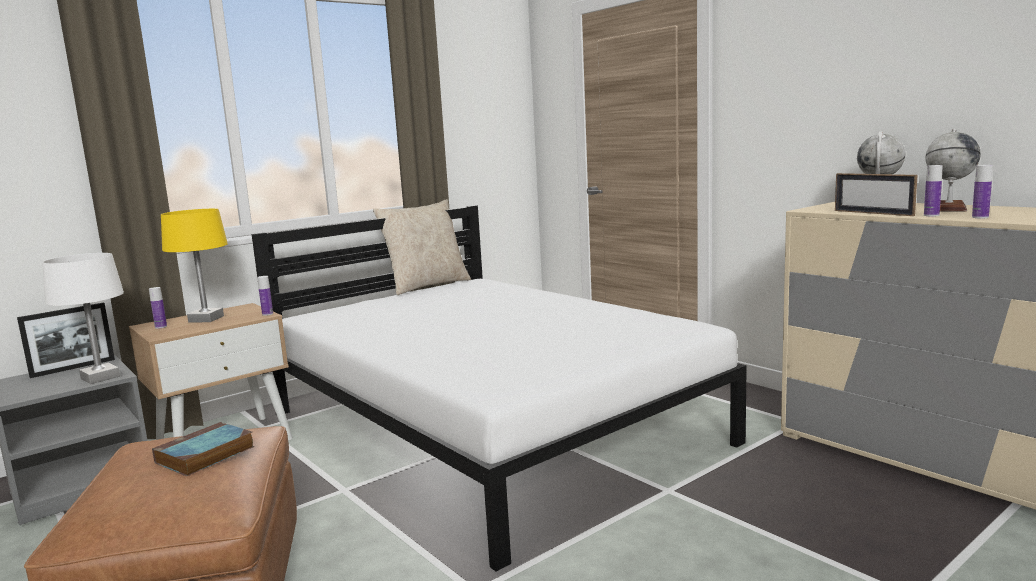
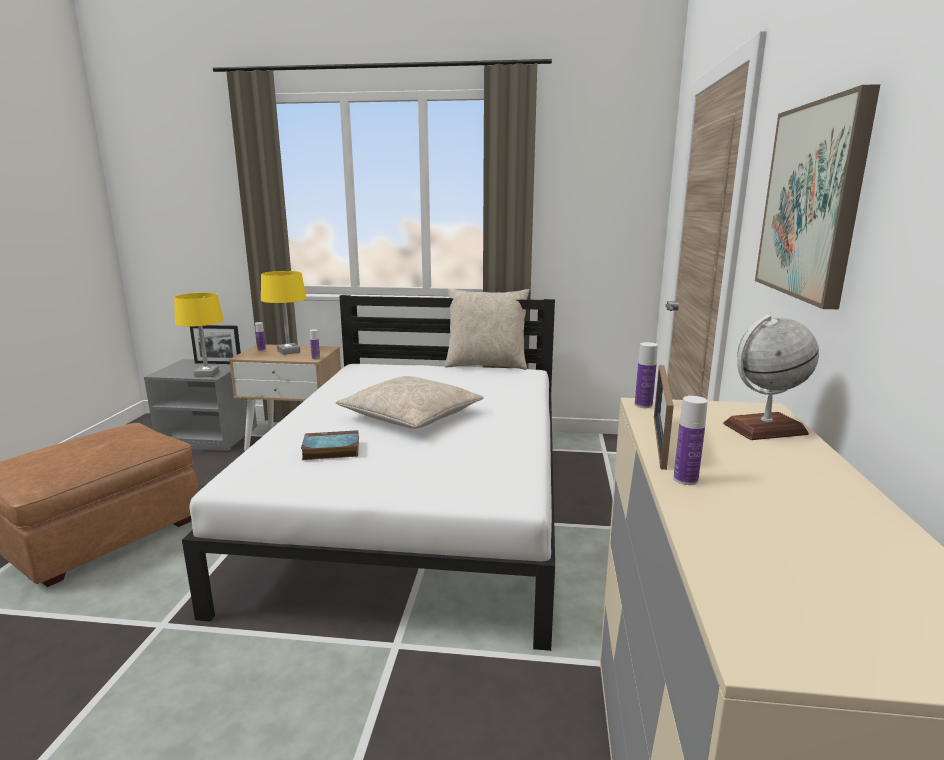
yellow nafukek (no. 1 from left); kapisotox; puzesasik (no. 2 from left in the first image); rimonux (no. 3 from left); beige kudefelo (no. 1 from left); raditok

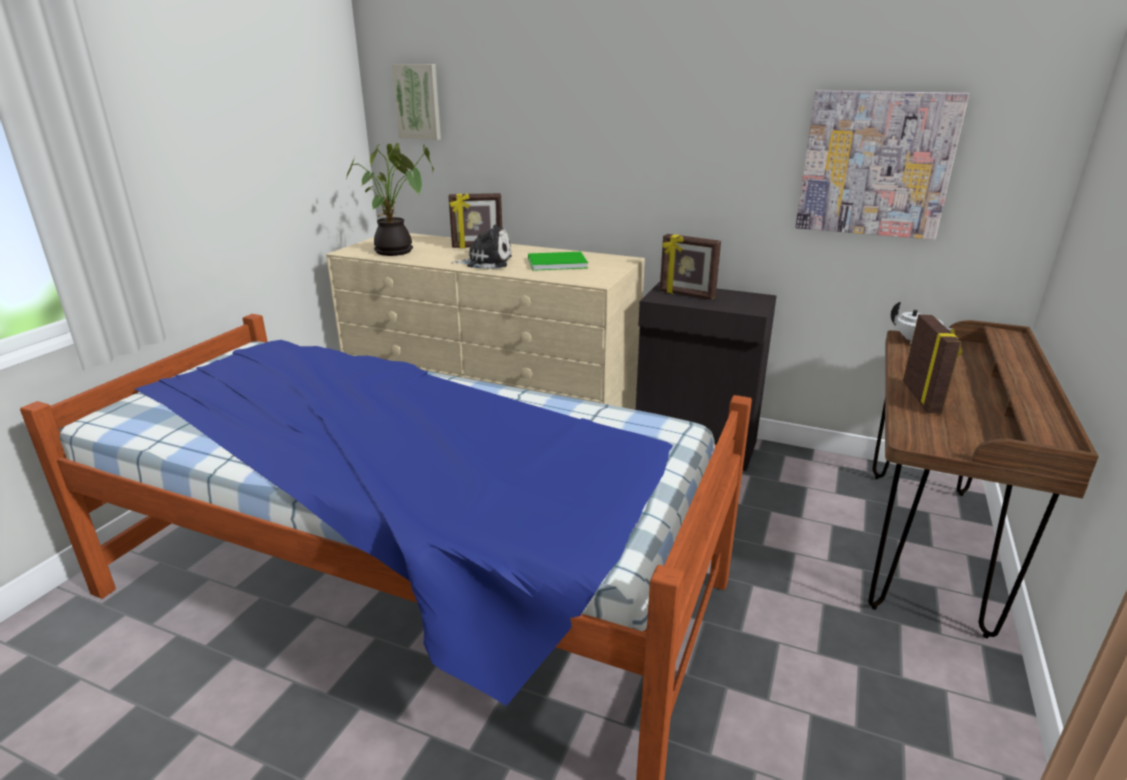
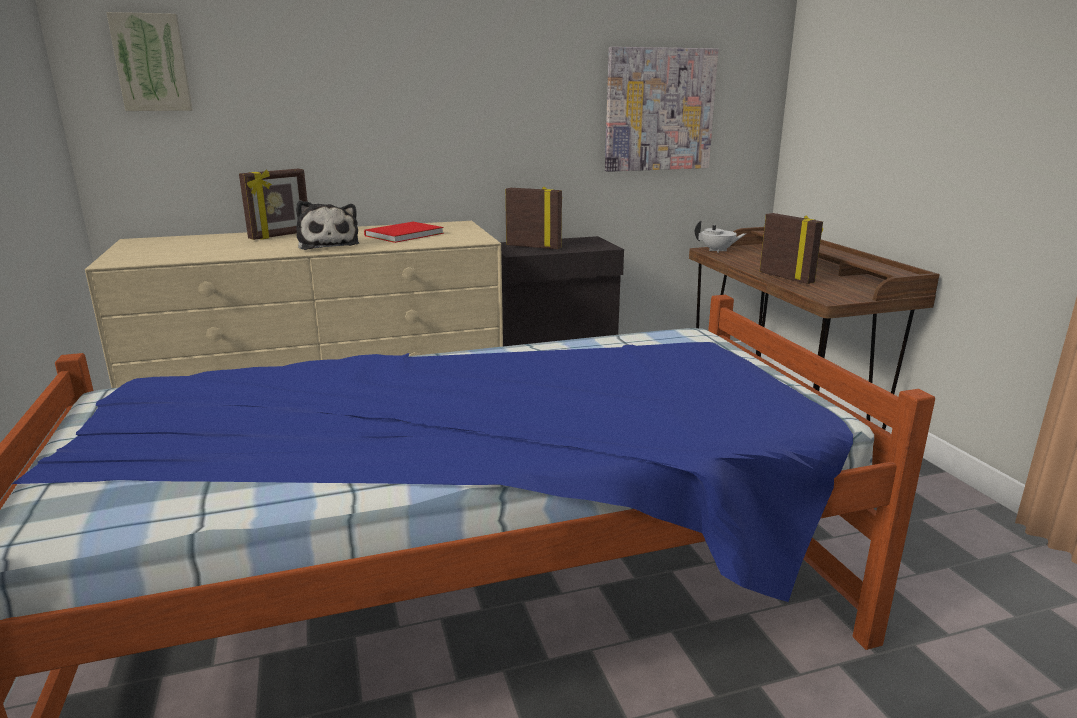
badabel; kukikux; red kapisotox; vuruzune (no. 2 from left)

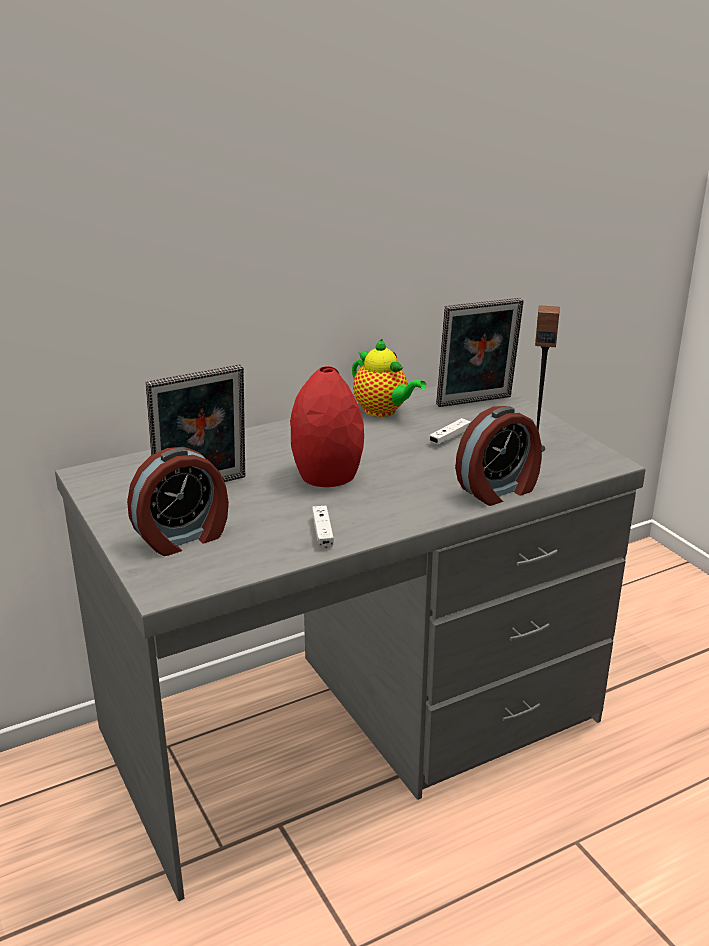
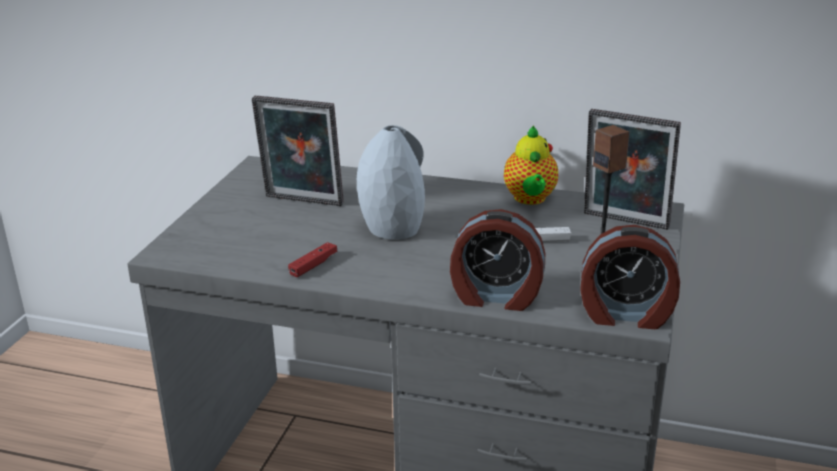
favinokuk (no. 2 from left); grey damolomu; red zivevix

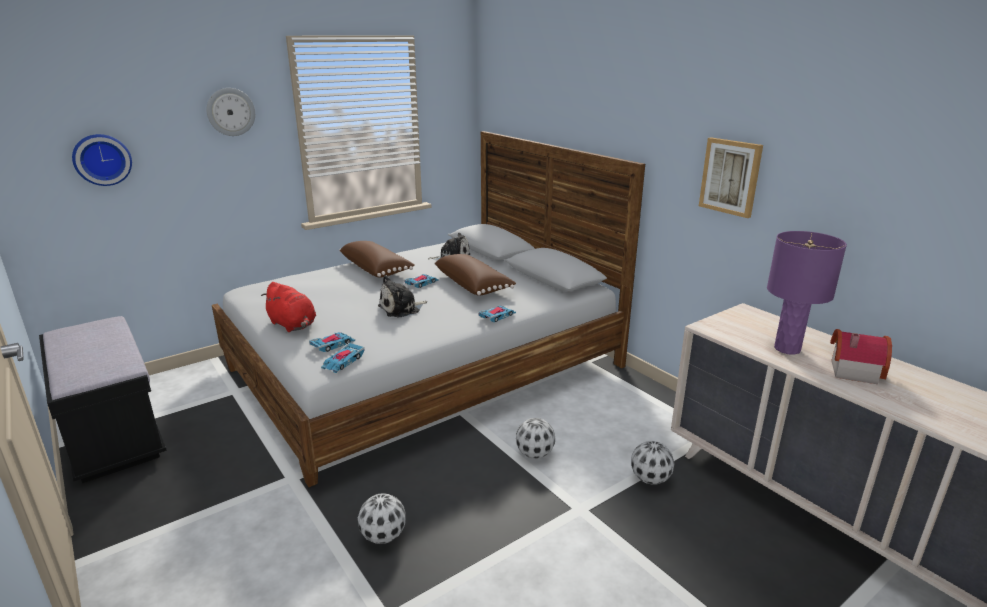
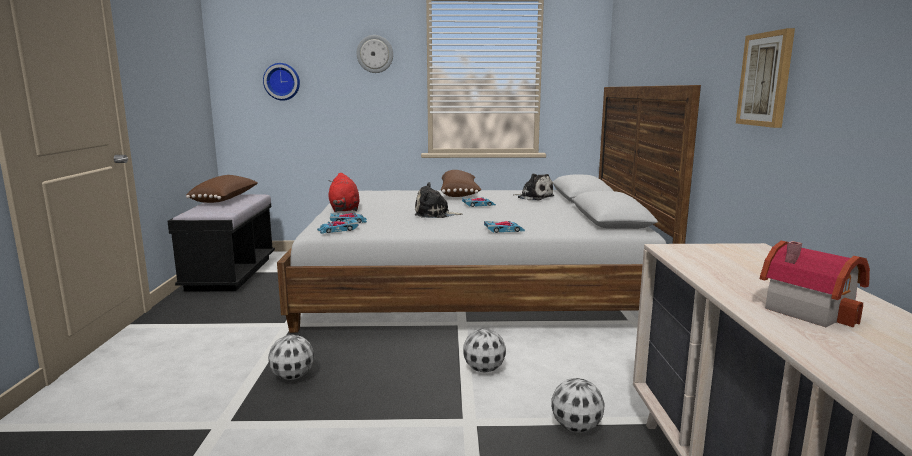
brown kudefelo (no. 1 from left); purple nafukek

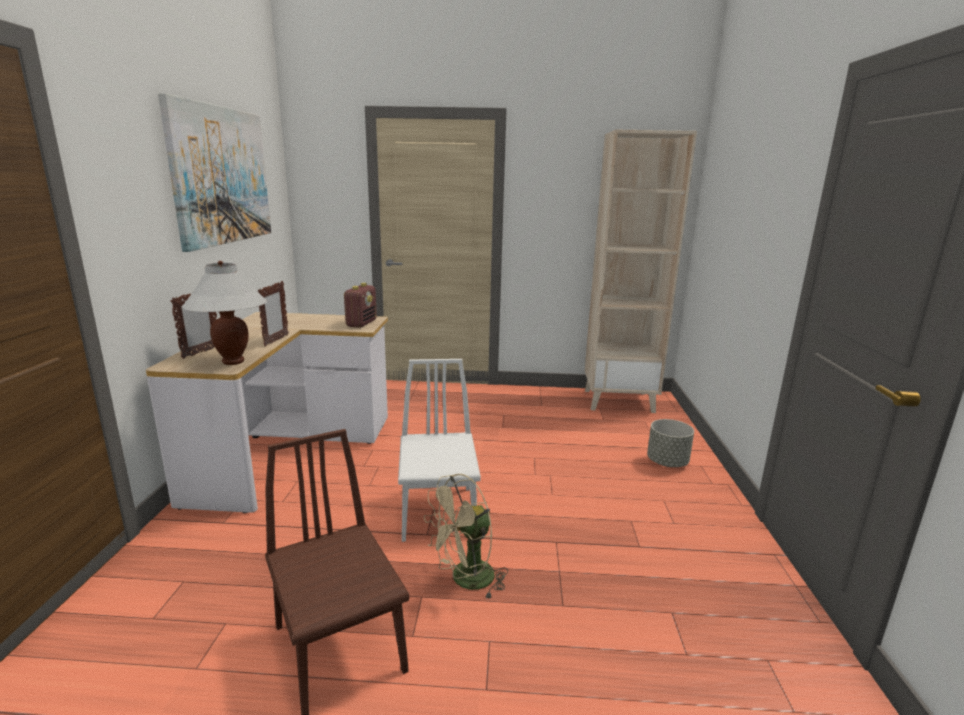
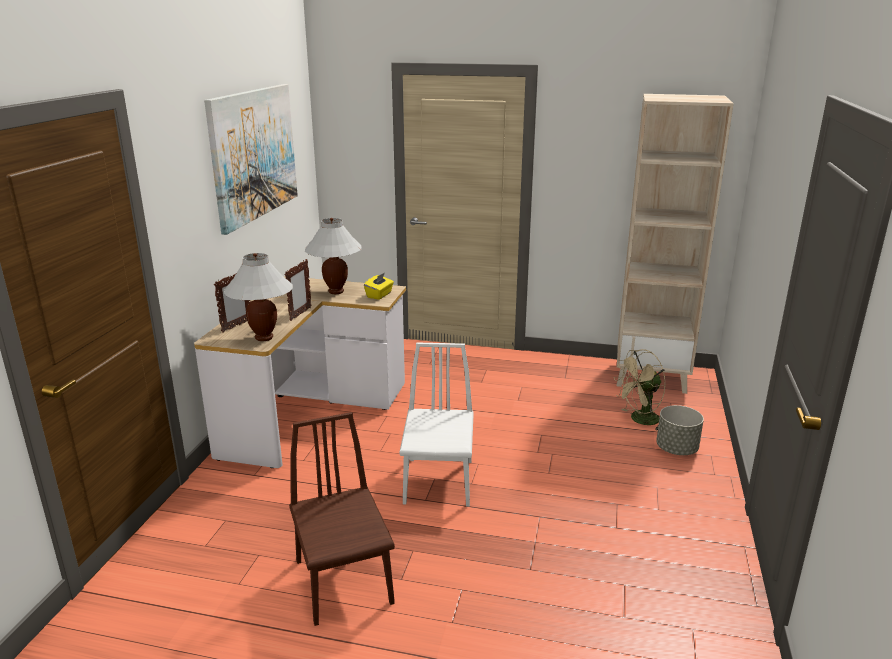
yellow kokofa; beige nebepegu; white nafukek (no. 2 from left)

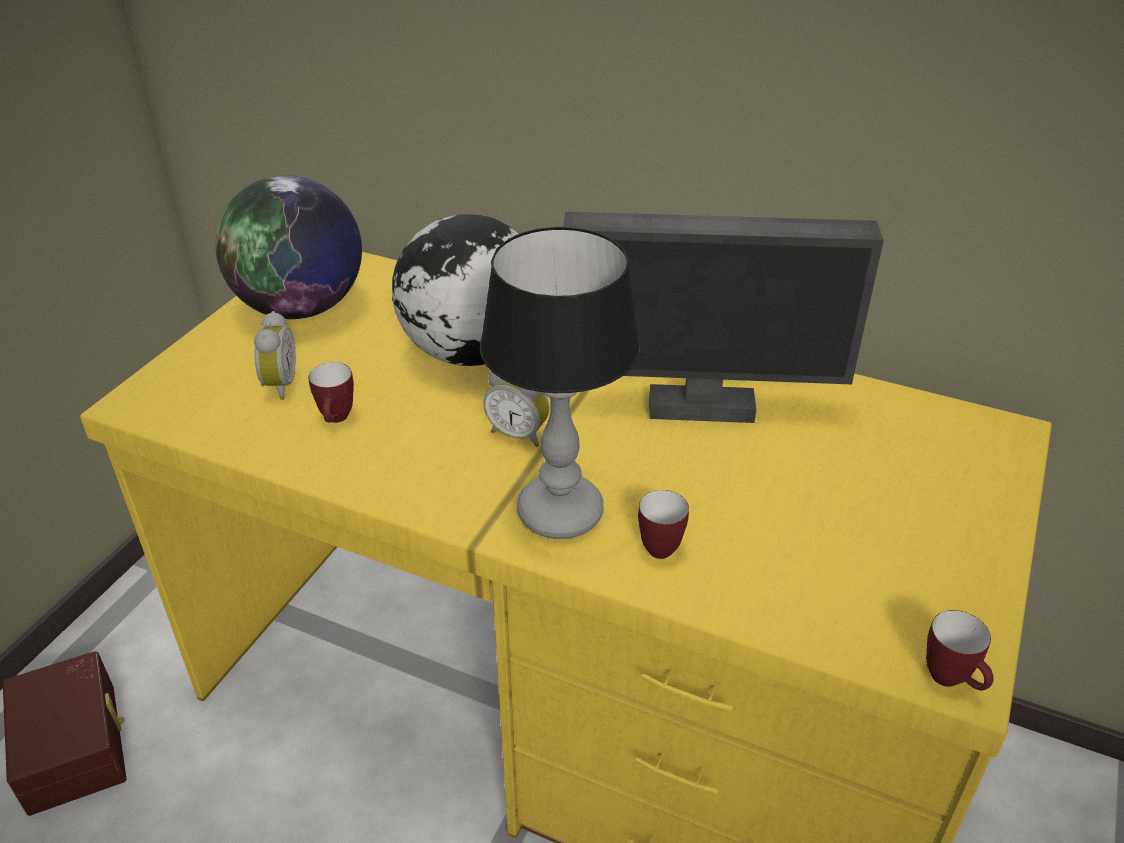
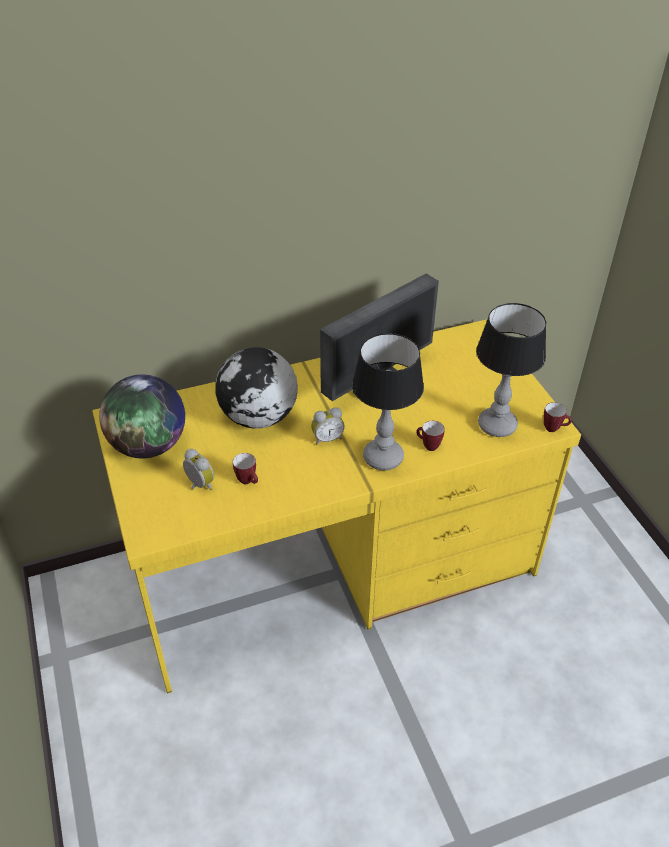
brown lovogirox; nafukek (no. 2 from left)

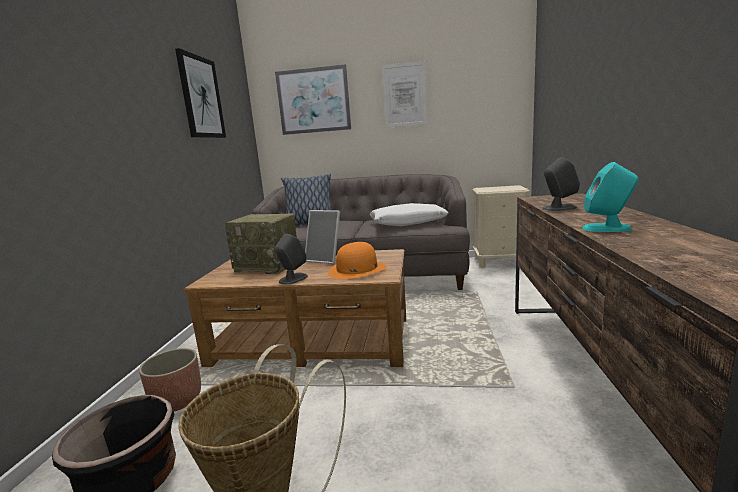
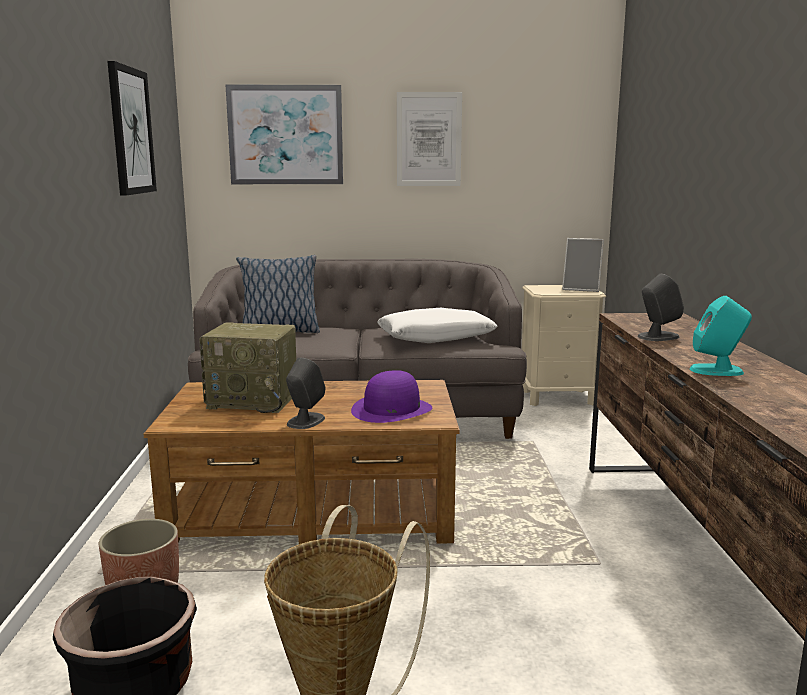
vuruzune; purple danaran

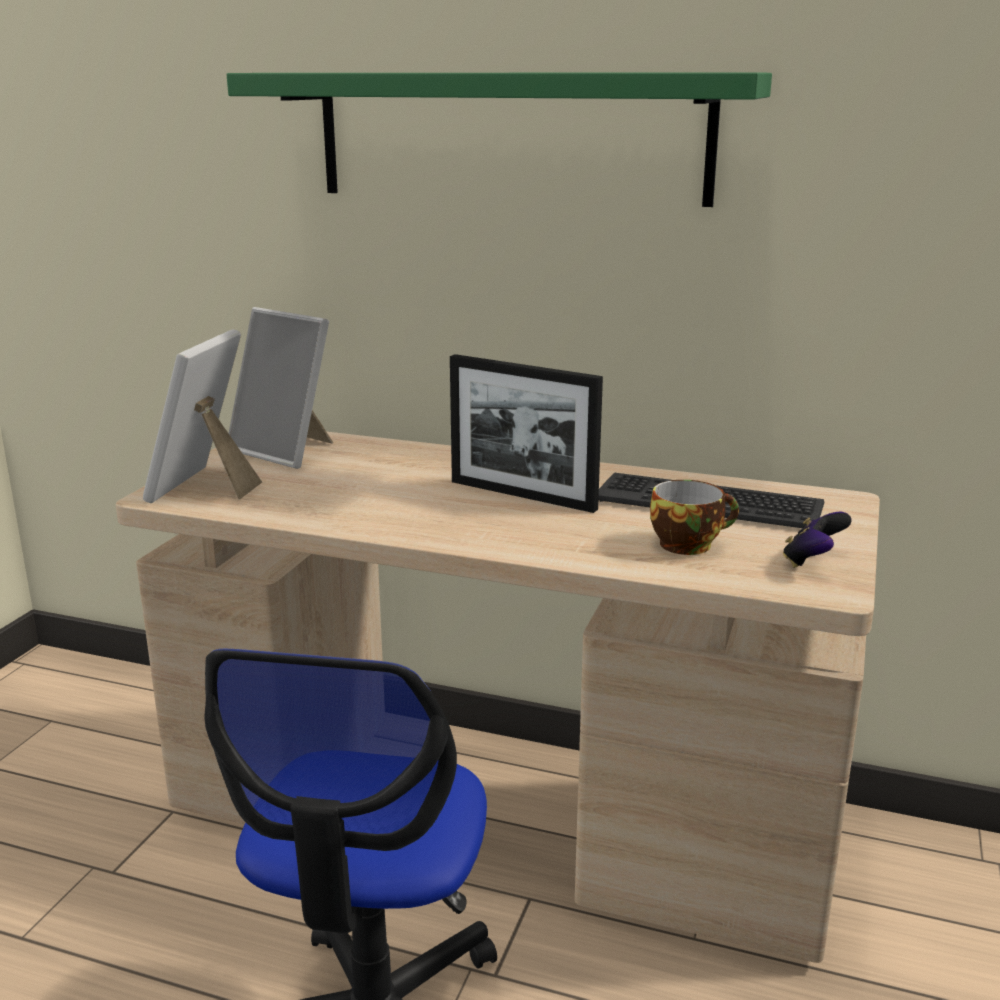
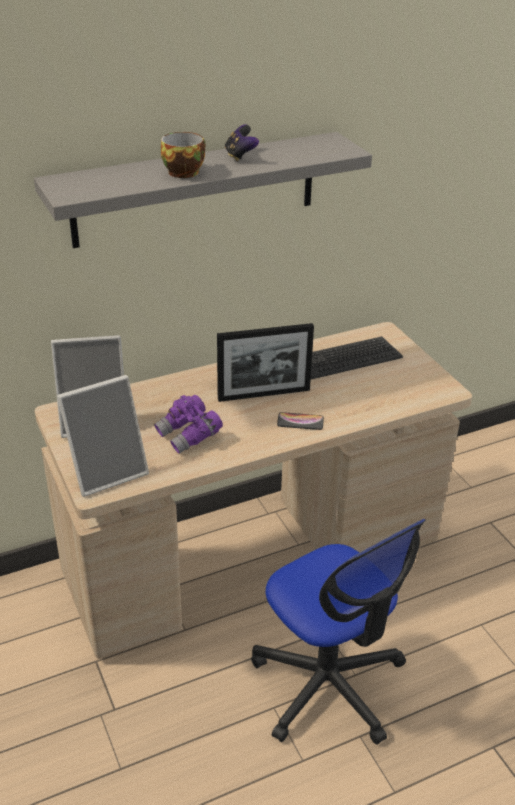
vuruzune (no. 2 from left); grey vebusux; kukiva; zivevix; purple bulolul; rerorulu

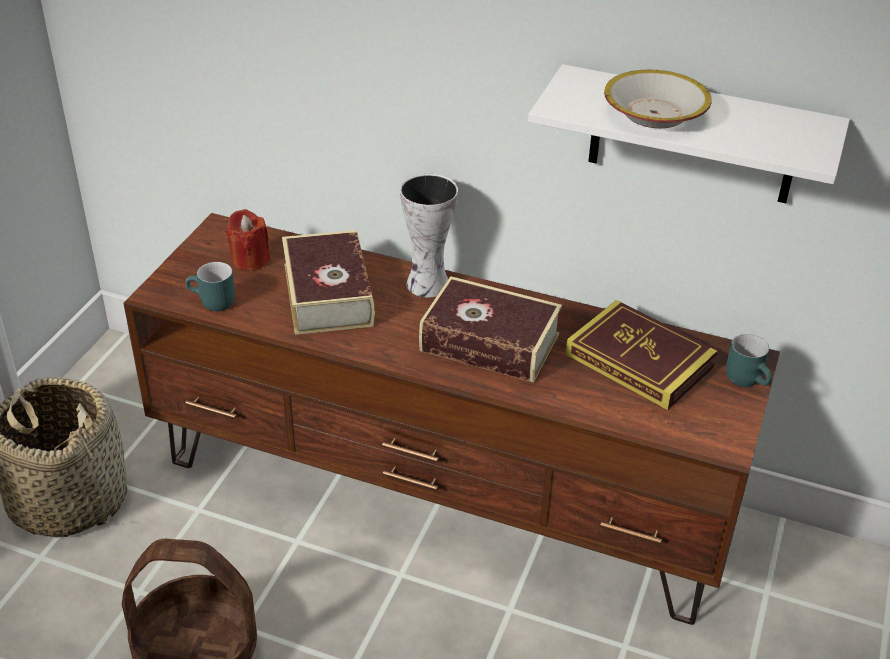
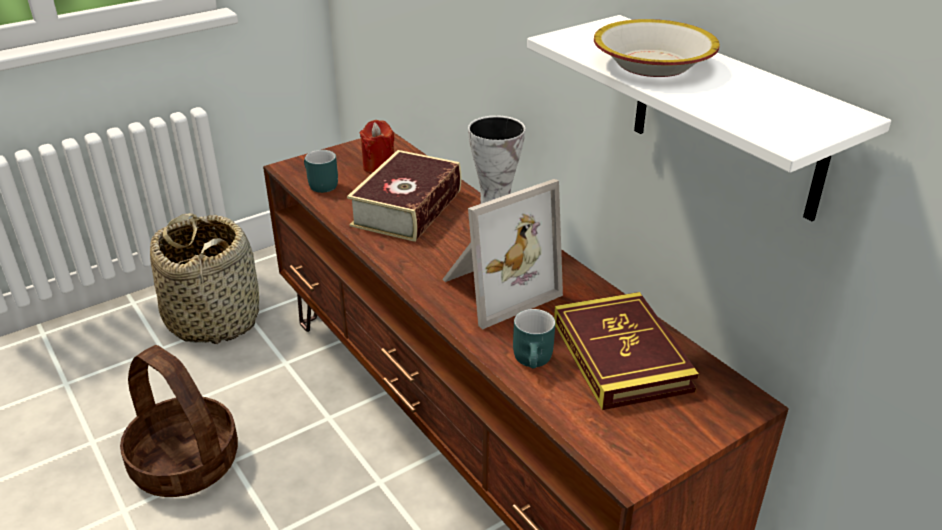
vuruzune; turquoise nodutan (no. 2 from left)

